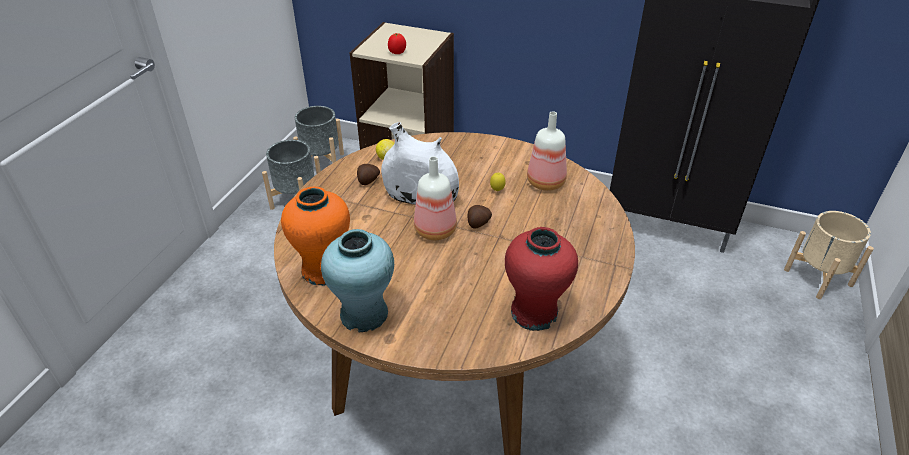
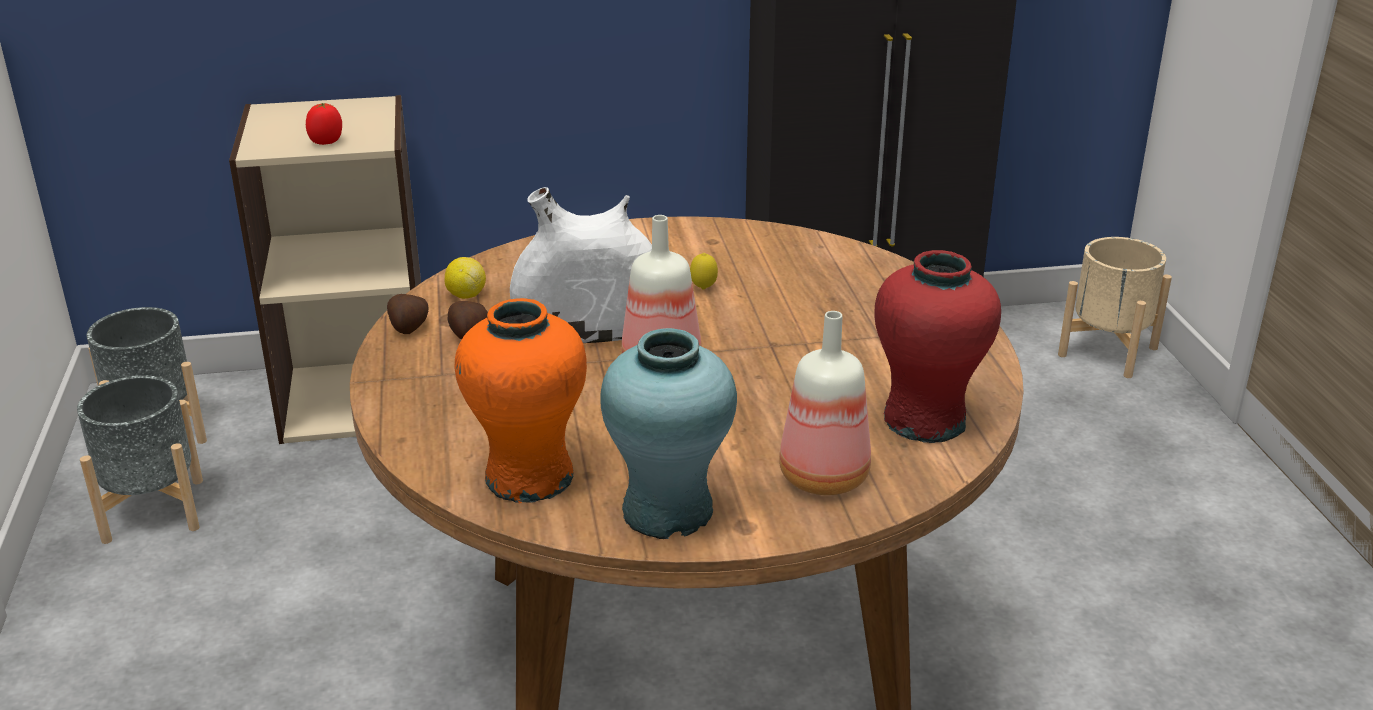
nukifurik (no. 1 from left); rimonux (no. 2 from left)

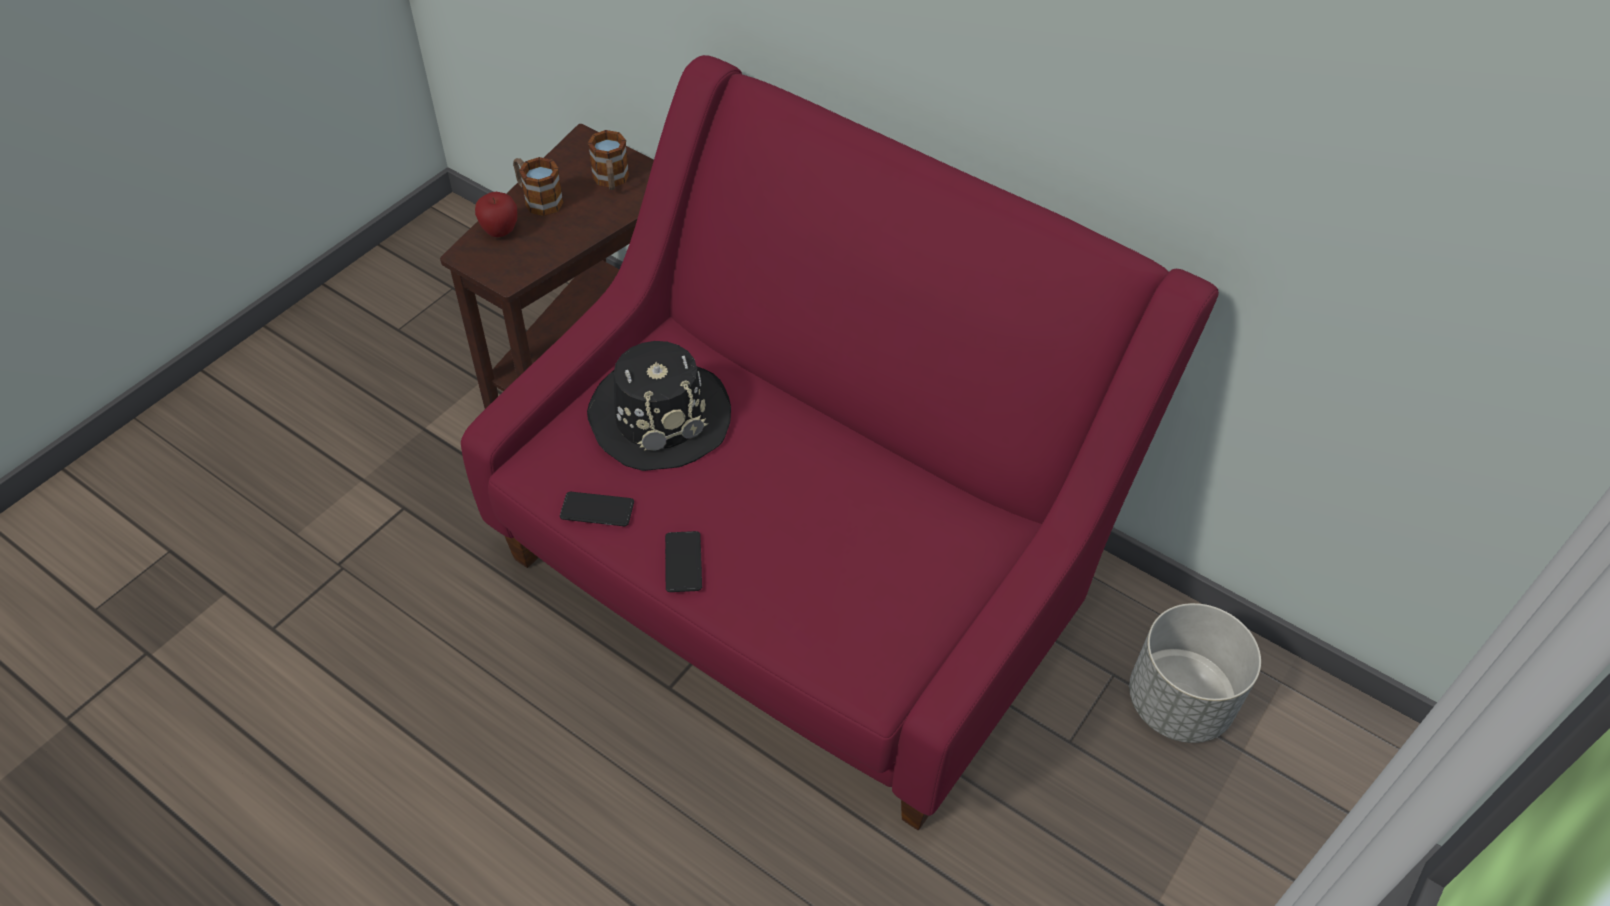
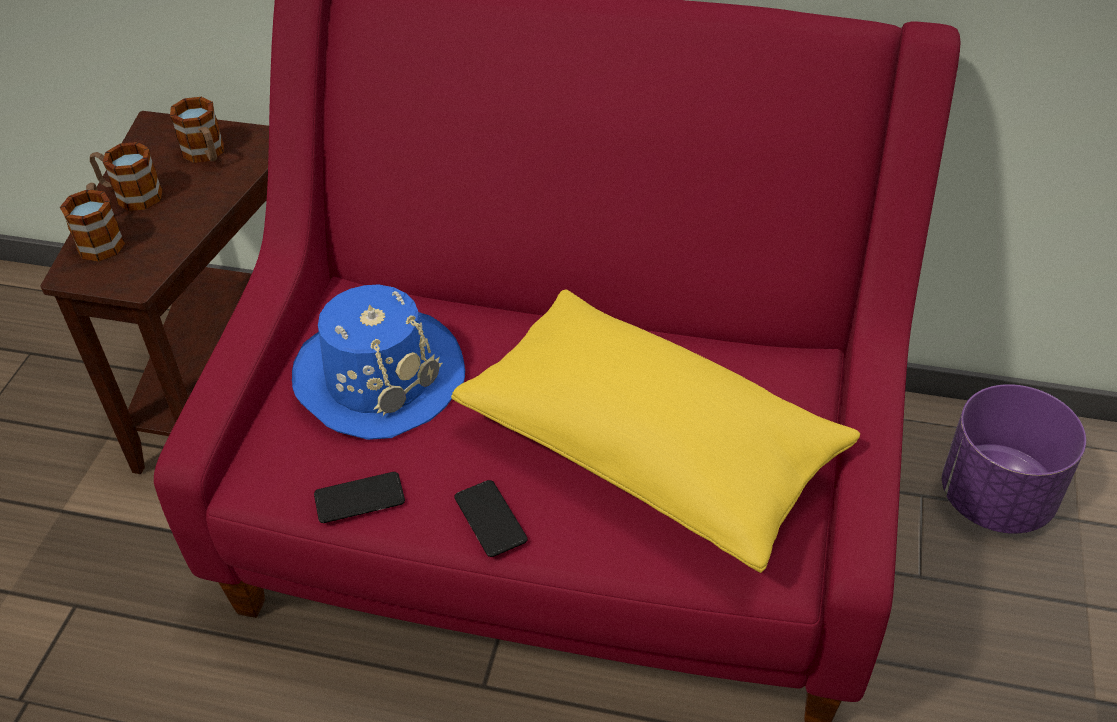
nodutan (no. 1 from left); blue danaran; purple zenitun; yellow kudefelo

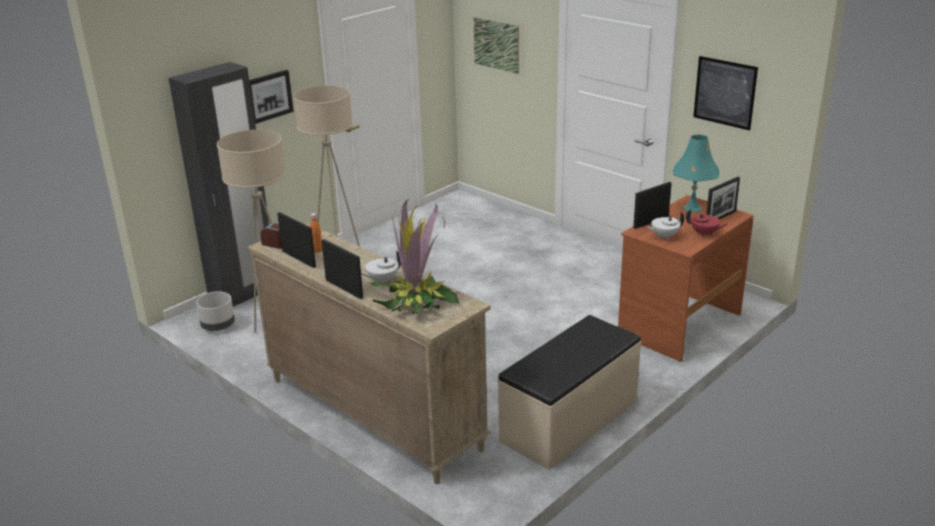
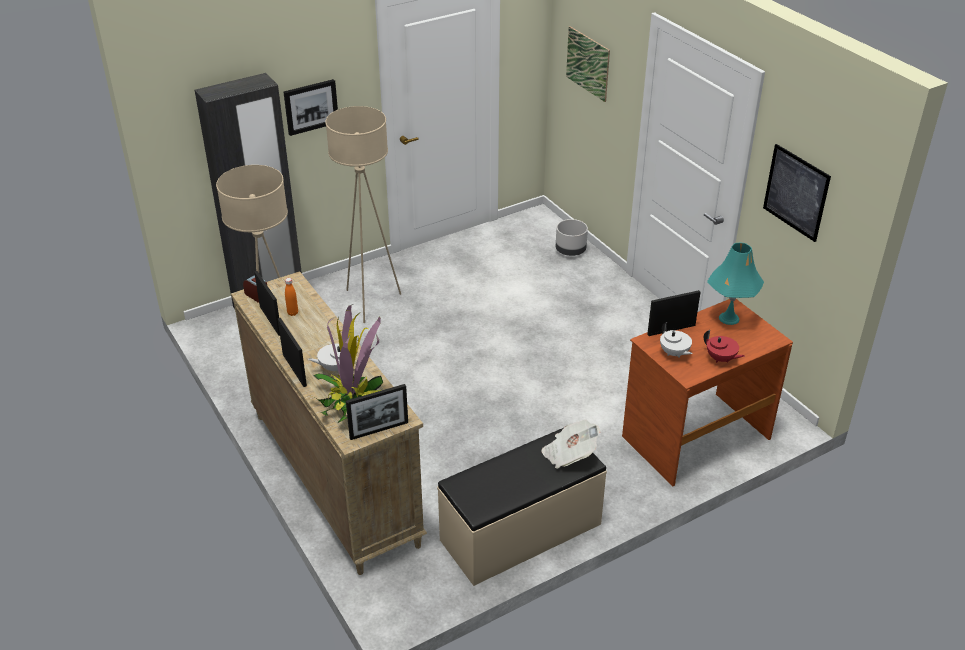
grey zenitun; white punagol (no. 2 from left); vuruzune (no. 3 from left); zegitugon

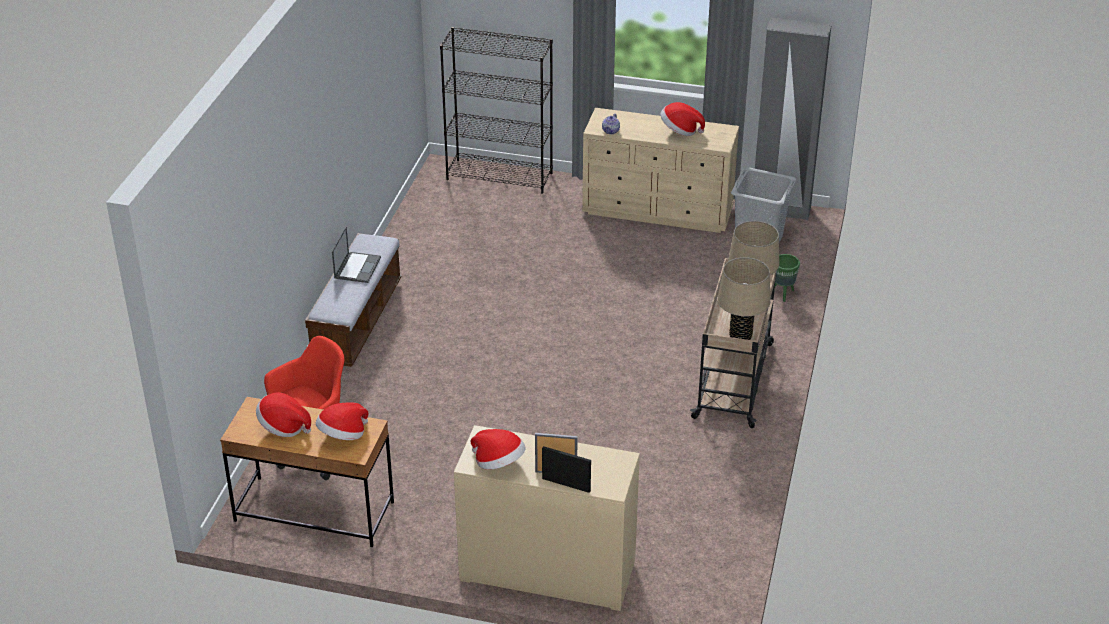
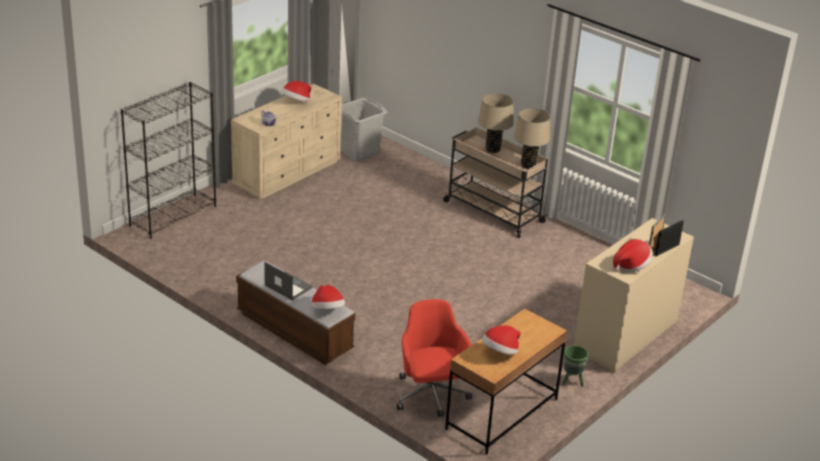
danaran (no. 2 from left); green zenitun

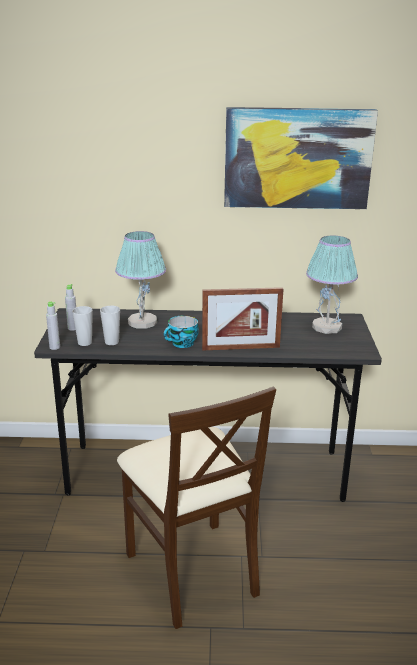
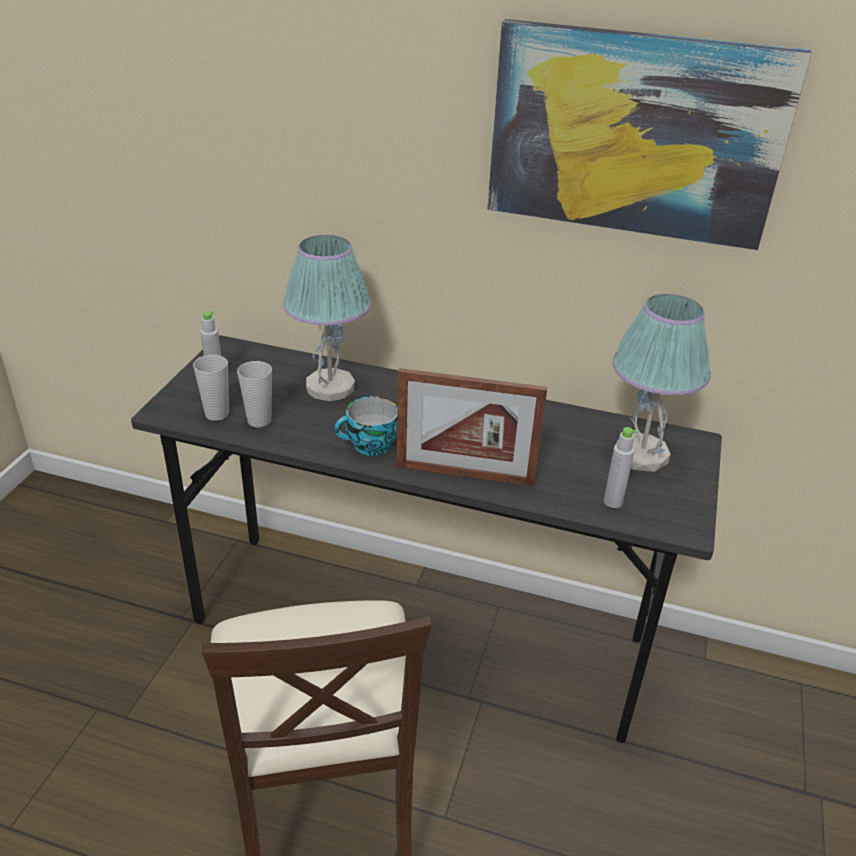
grey rimonux (no. 2 from left)

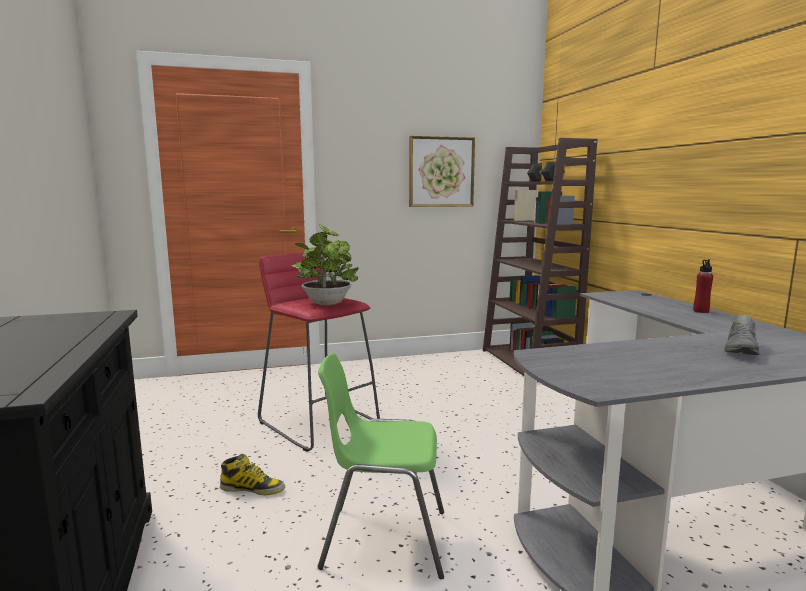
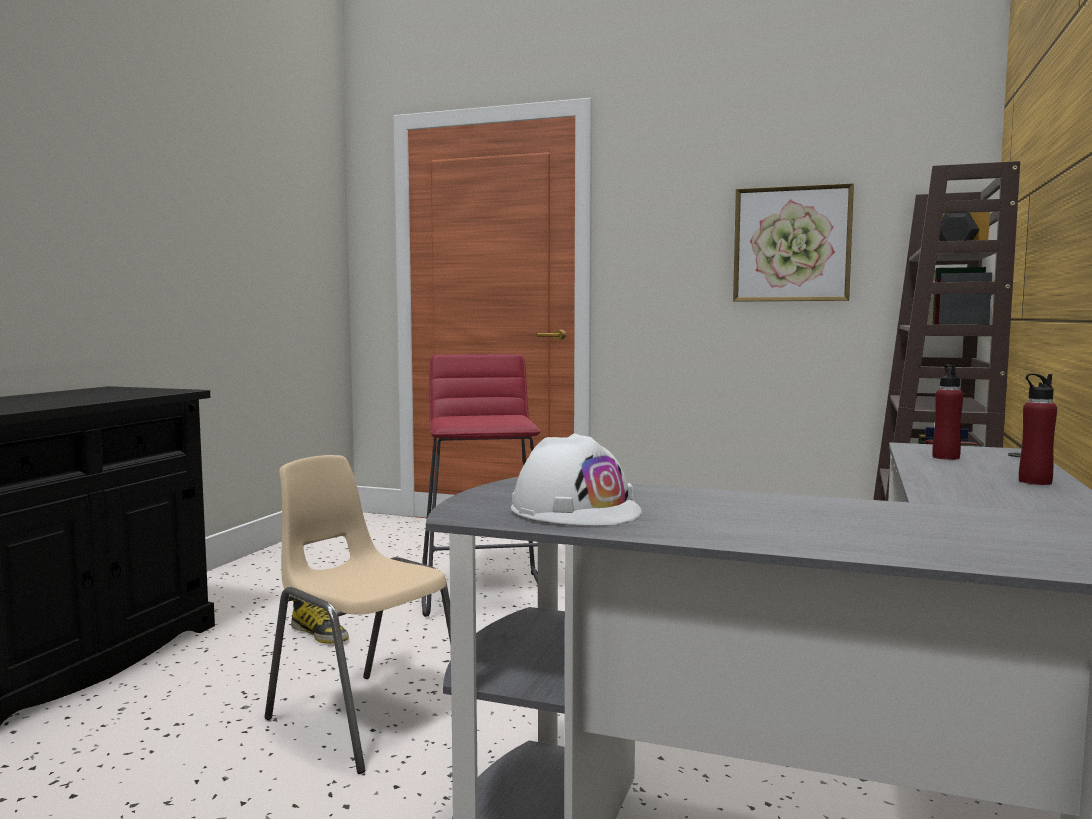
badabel; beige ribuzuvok; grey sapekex; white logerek; red rimonux (no. 1 from left)

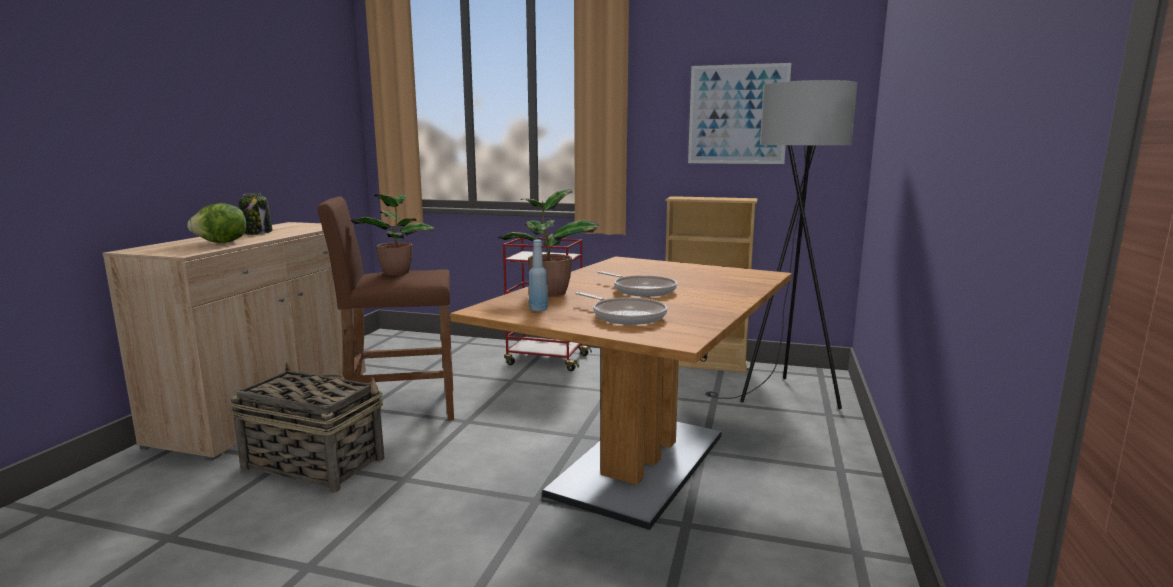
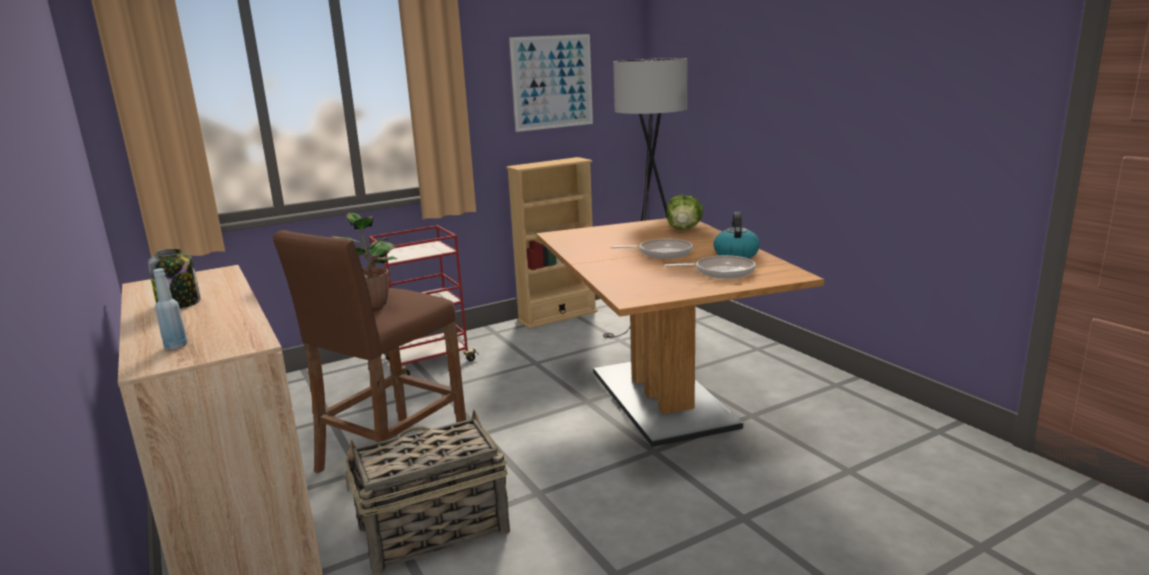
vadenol; badabel (no. 2 from left in the first image); blue rimonux; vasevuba

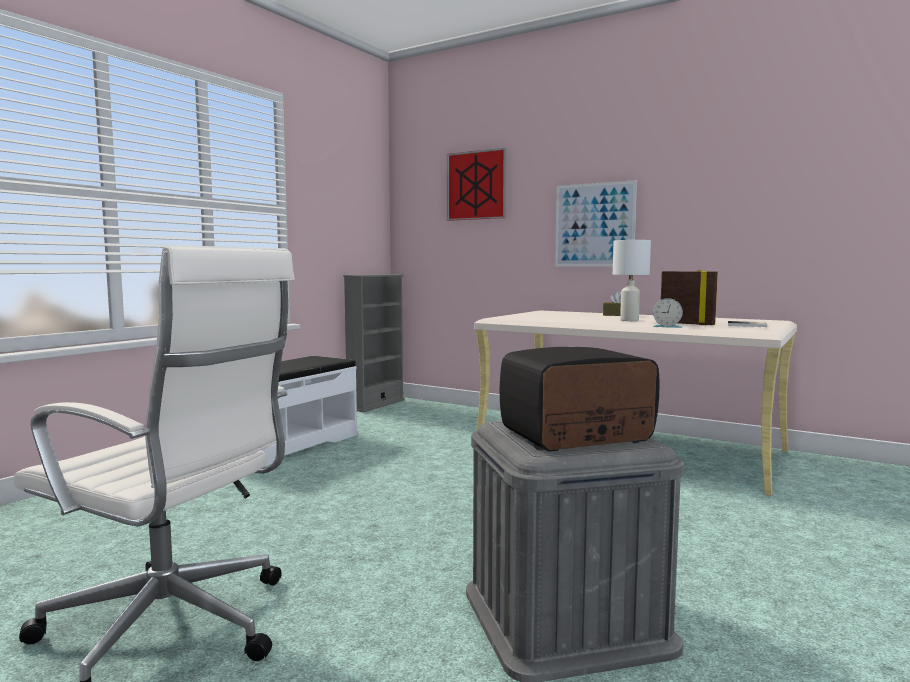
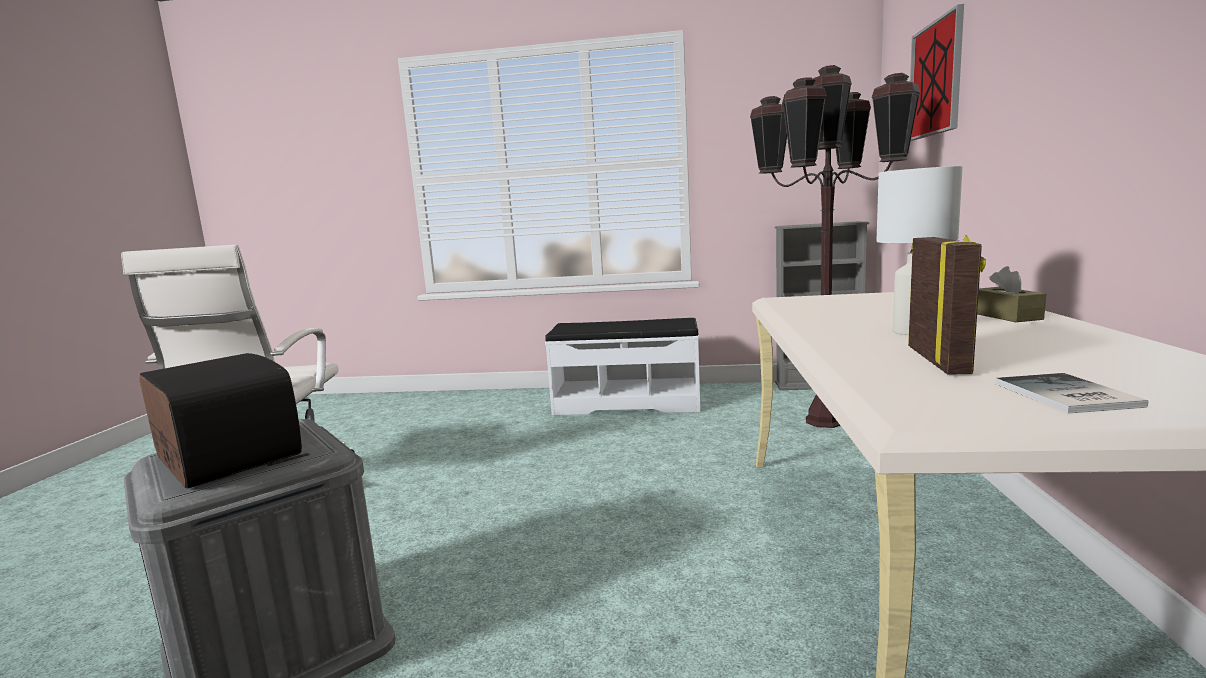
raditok (no. 2 from left in the first image); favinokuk; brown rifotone

